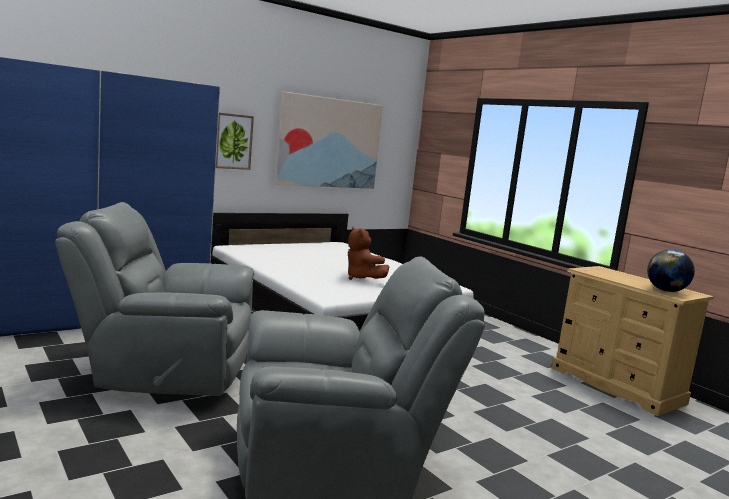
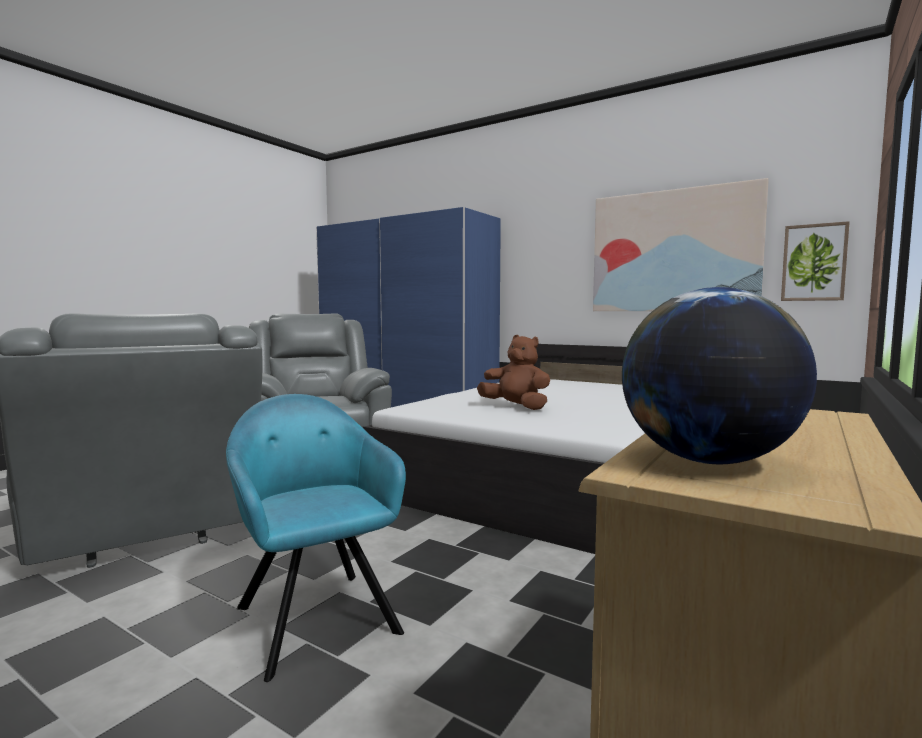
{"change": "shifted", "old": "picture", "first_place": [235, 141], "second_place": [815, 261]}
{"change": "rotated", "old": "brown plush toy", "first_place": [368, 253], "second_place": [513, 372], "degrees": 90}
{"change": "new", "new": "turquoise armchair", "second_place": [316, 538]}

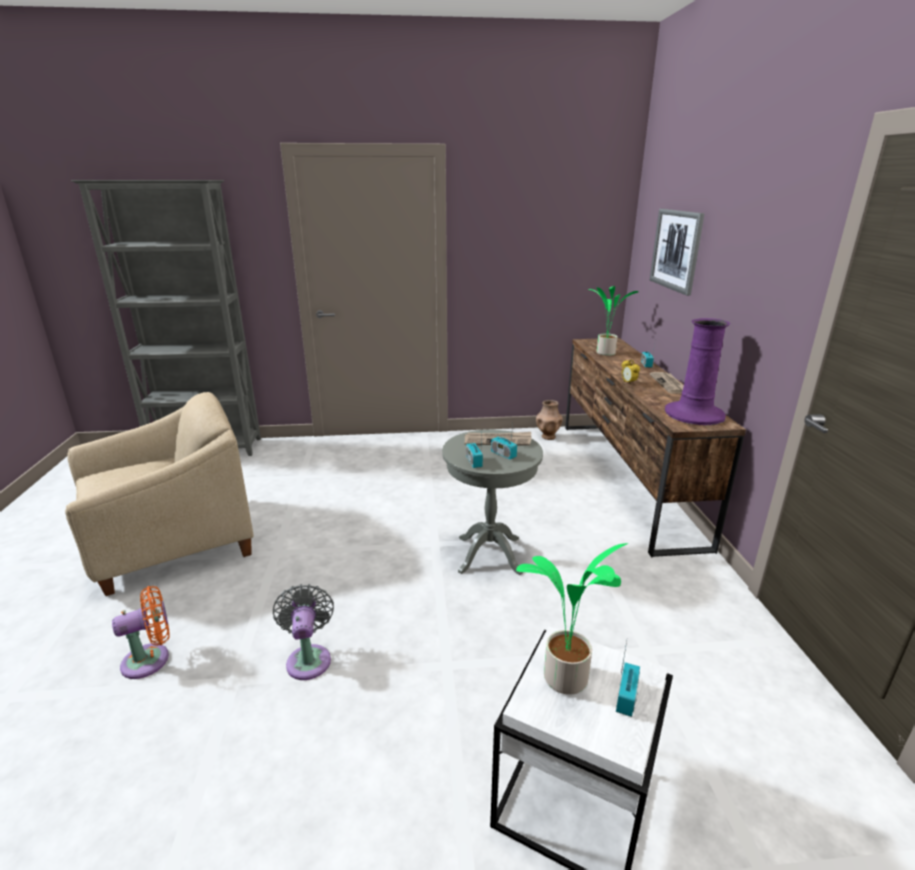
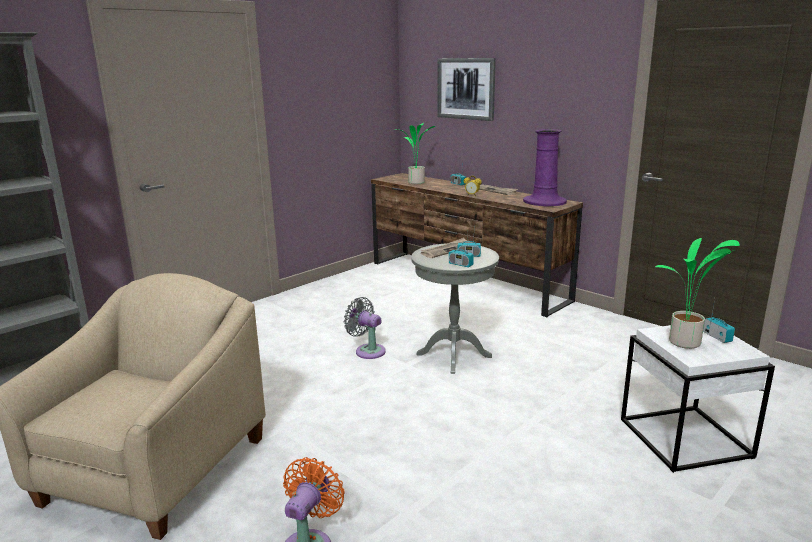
{"change": "shifted", "old": "grey fan", "first_place": [303, 632], "second_place": [365, 328]}
{"change": "gone", "old": "brown vase", "first_place": [549, 420]}

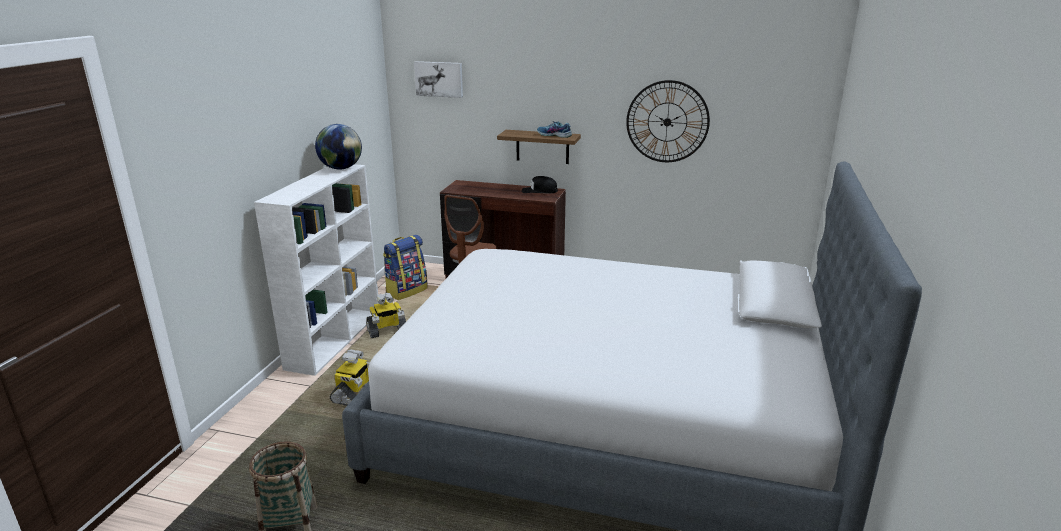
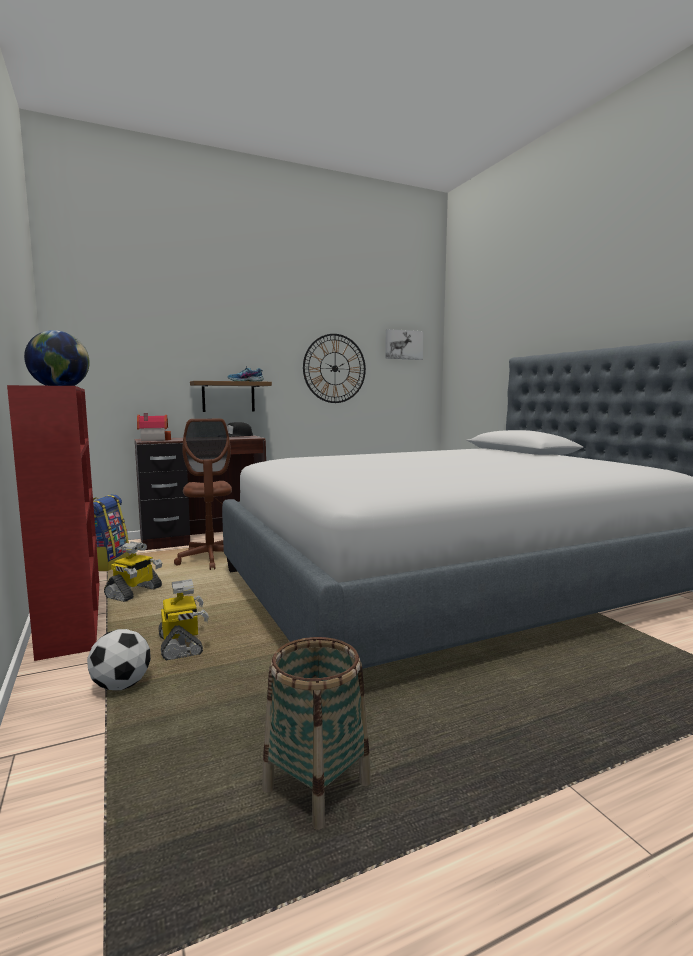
{"change": "repainted", "old": "white bookcase", "new": "red bookcase", "first_place": [316, 270], "second_place": [53, 523]}
{"change": "shifted", "old": "picture", "first_place": [438, 79], "second_place": [404, 344]}
{"change": "new", "new": "football", "second_place": [119, 659]}
{"change": "new", "new": "toy house", "second_place": [154, 427]}

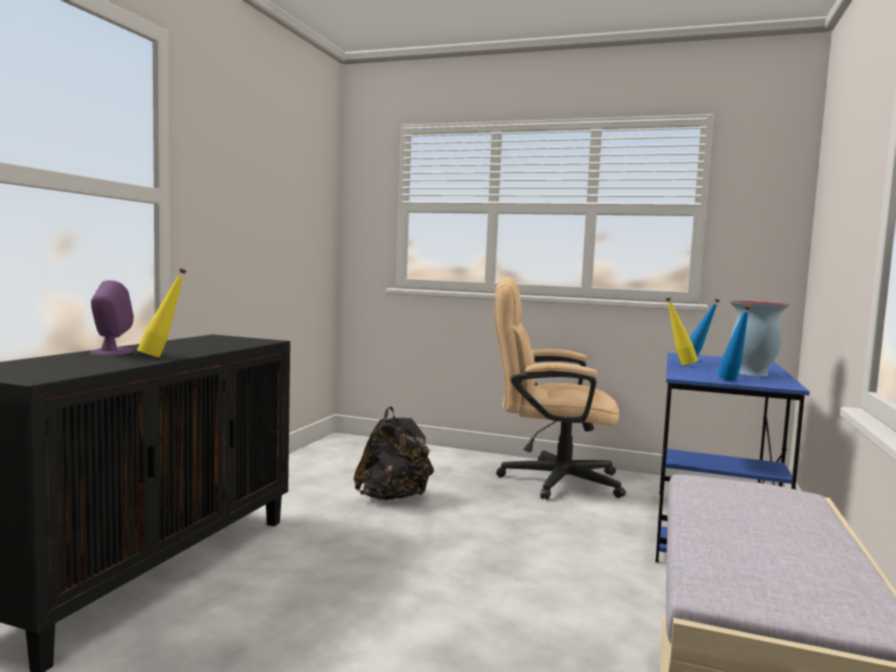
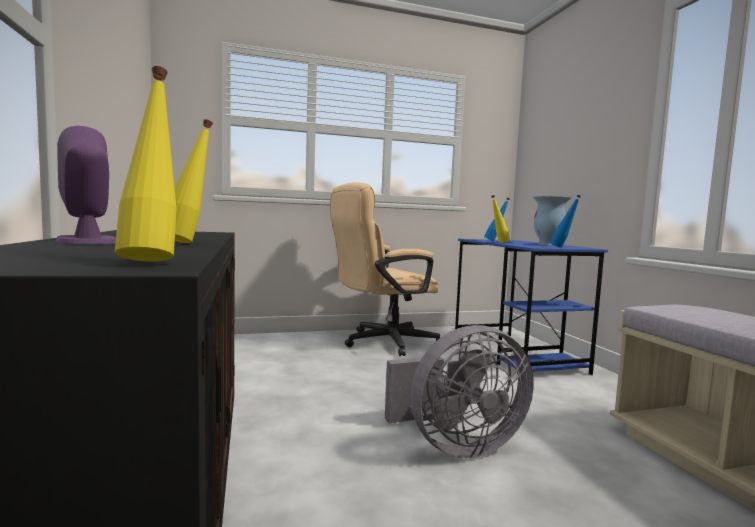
{"change": "gone", "old": "black backpack", "first_place": [394, 453]}
{"change": "new", "new": "yellow bottle", "second_place": [145, 164]}
{"change": "new", "new": "grey fan", "second_place": [459, 391]}

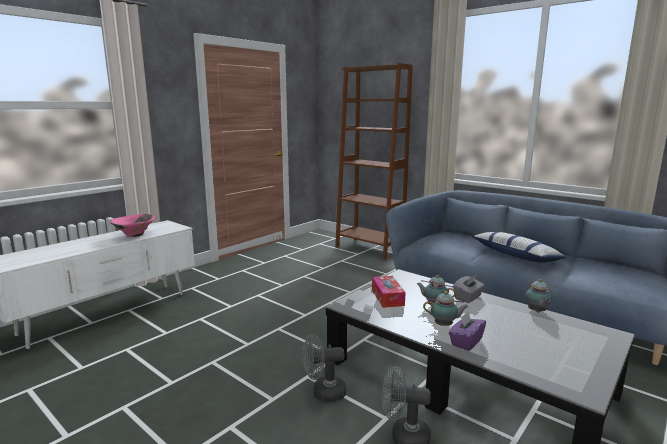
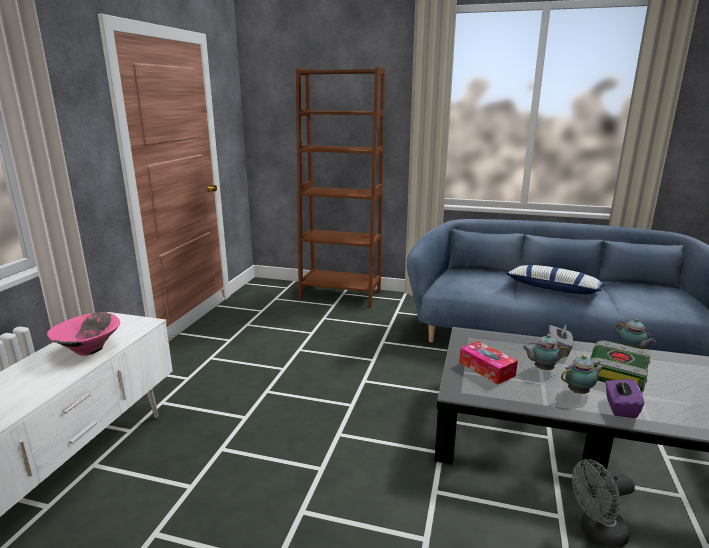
{"change": "gone", "old": "grey fan", "first_place": [324, 368]}
{"change": "new", "new": "book", "second_place": [620, 366]}

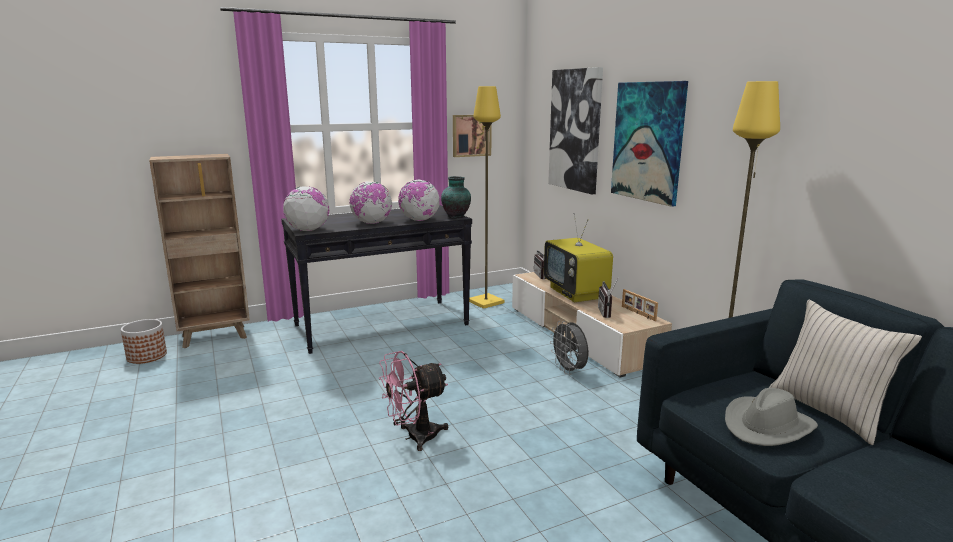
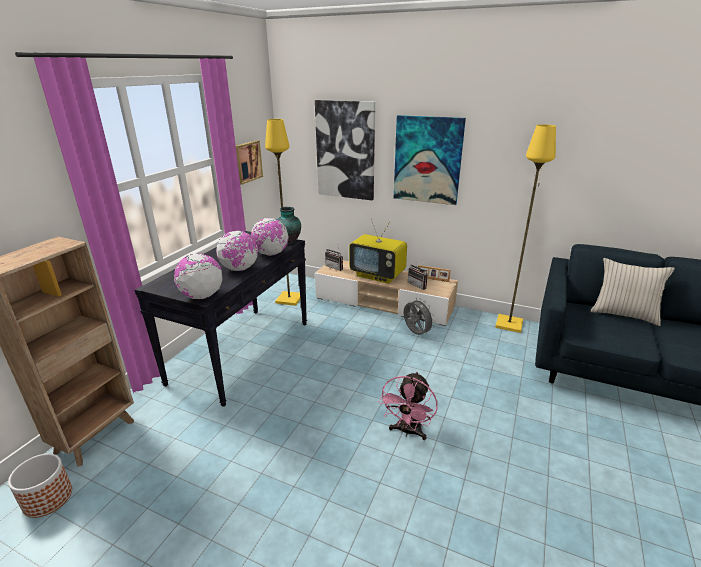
{"change": "rotated", "old": "grey fan", "first_place": [569, 348], "second_place": [419, 316], "degrees": -150}
{"change": "gone", "old": "grey hat", "first_place": [771, 417]}

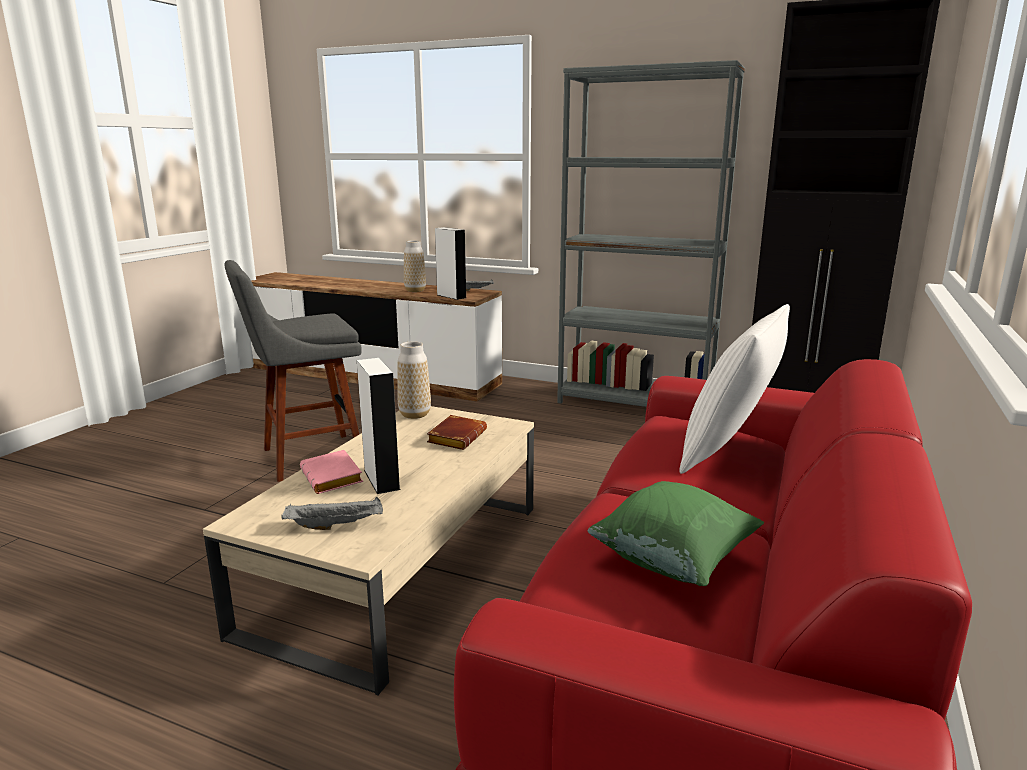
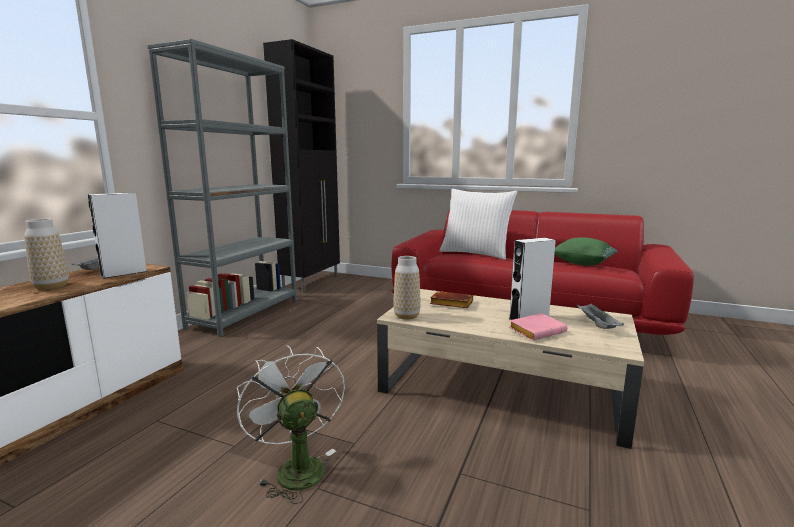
{"change": "swapped", "old": "grey stool", "new": "white fan", "first_place": [293, 371], "second_place": [291, 424]}

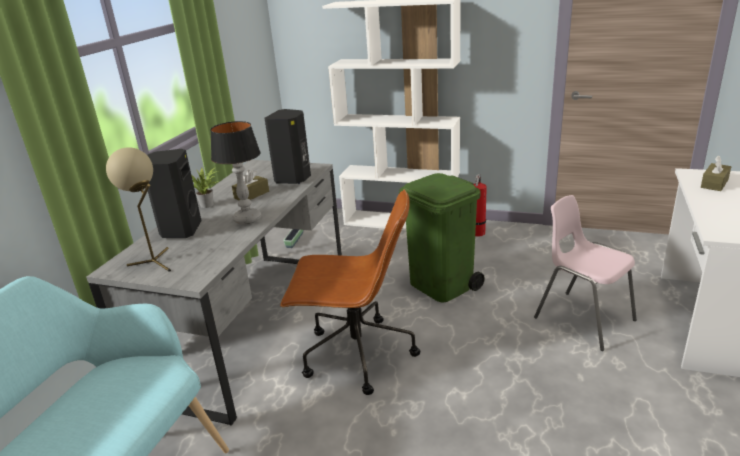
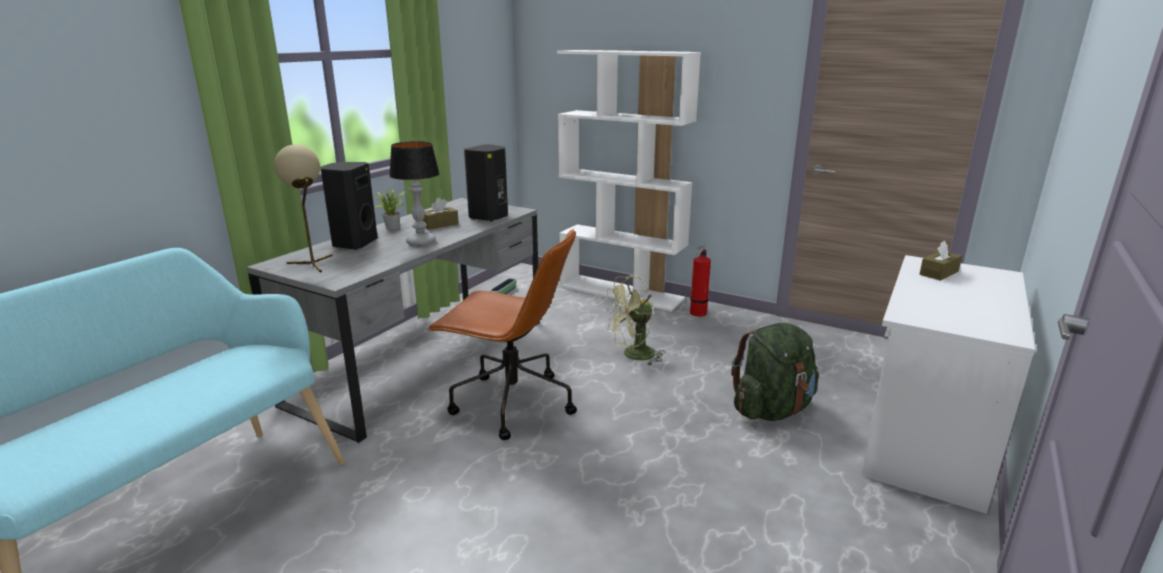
{"change": "swapped", "old": "green trash can", "new": "green fan", "first_place": [442, 238], "second_place": [635, 320]}
{"change": "swapped", "old": "pink chair", "new": "green backpack", "first_place": [585, 273], "second_place": [775, 372]}

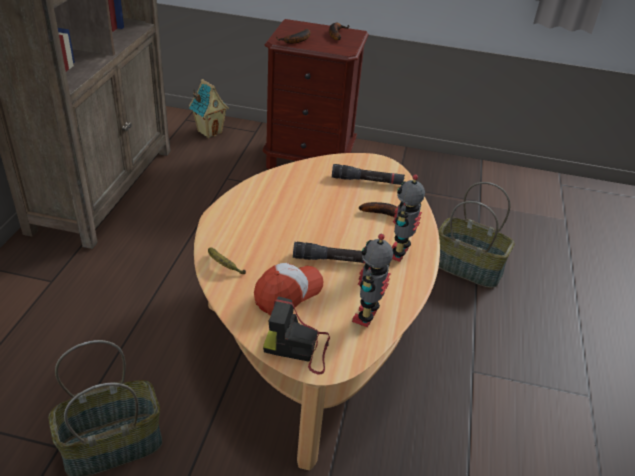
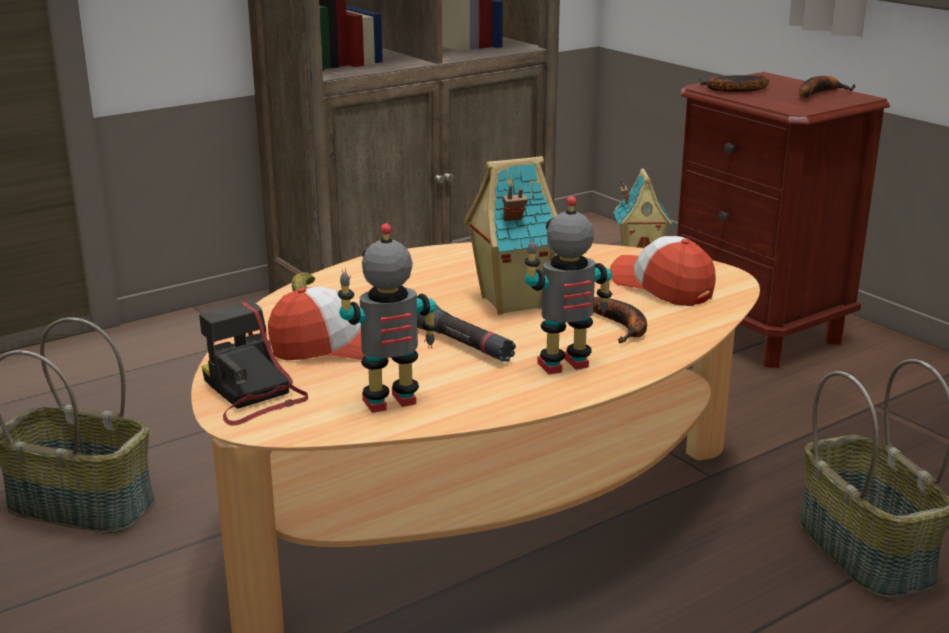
{"change": "swapped", "old": "black flashlight", "new": "cap", "first_place": [368, 174], "second_place": [663, 271]}
{"change": "new", "new": "toy house", "second_place": [510, 235]}

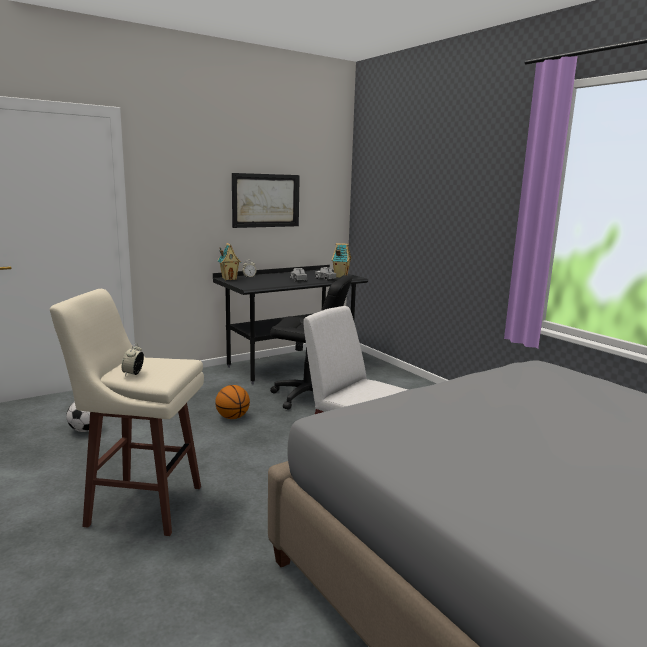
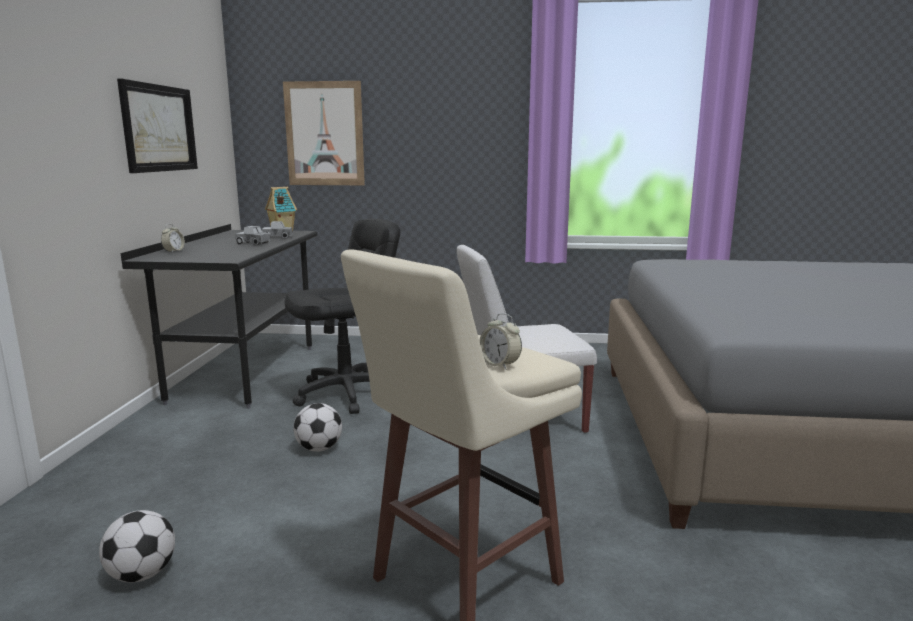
{"change": "swapped", "old": "basketball", "new": "football", "first_place": [232, 402], "second_place": [317, 427]}
{"change": "gone", "old": "toy house", "first_place": [229, 261]}
{"change": "new", "new": "picture", "second_place": [324, 133]}

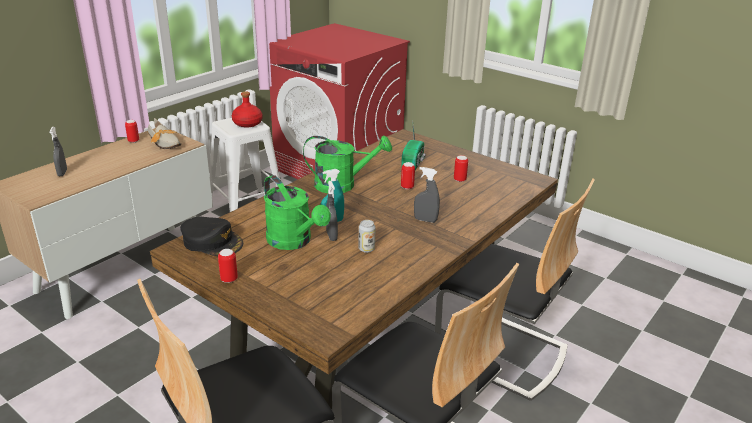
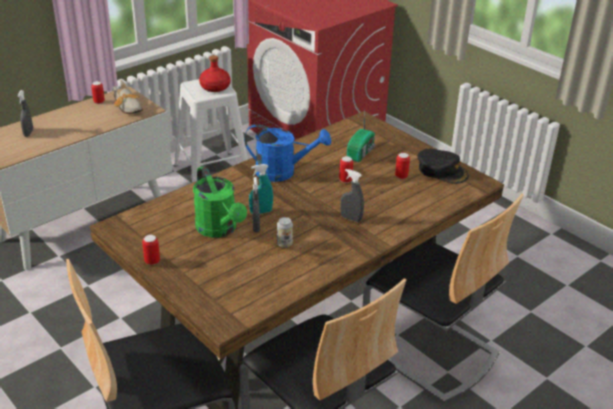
{"change": "shifted", "old": "black cap", "first_place": [211, 236], "second_place": [443, 166]}
{"change": "repainted", "old": "green watering can", "new": "blue watering can", "first_place": [347, 164], "second_place": [287, 153]}

